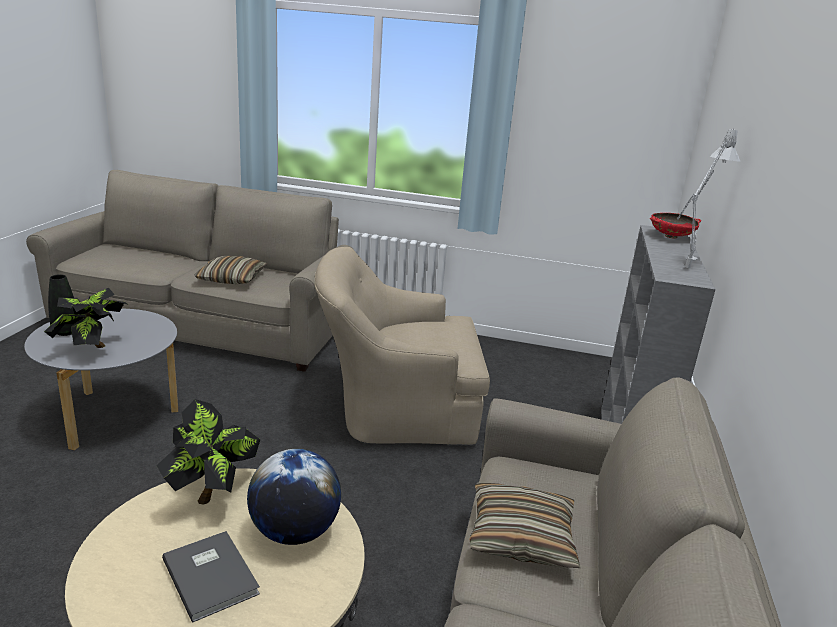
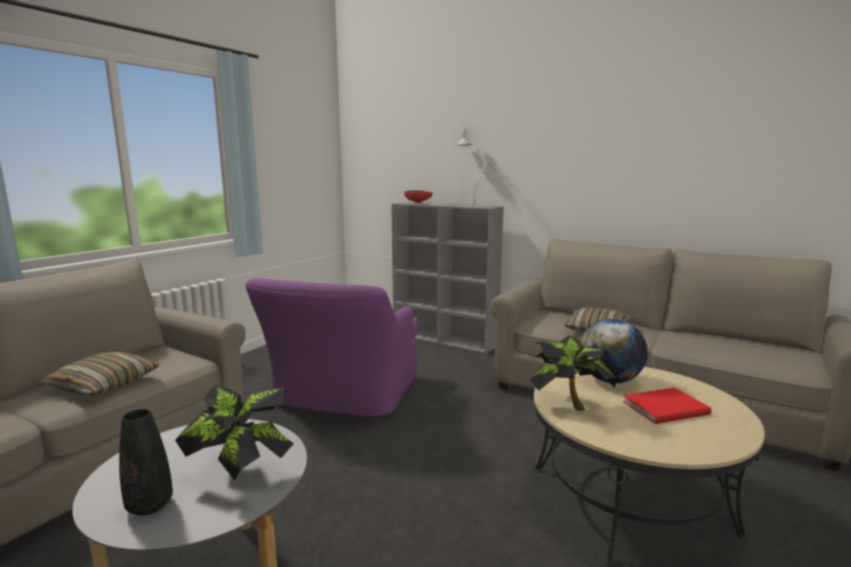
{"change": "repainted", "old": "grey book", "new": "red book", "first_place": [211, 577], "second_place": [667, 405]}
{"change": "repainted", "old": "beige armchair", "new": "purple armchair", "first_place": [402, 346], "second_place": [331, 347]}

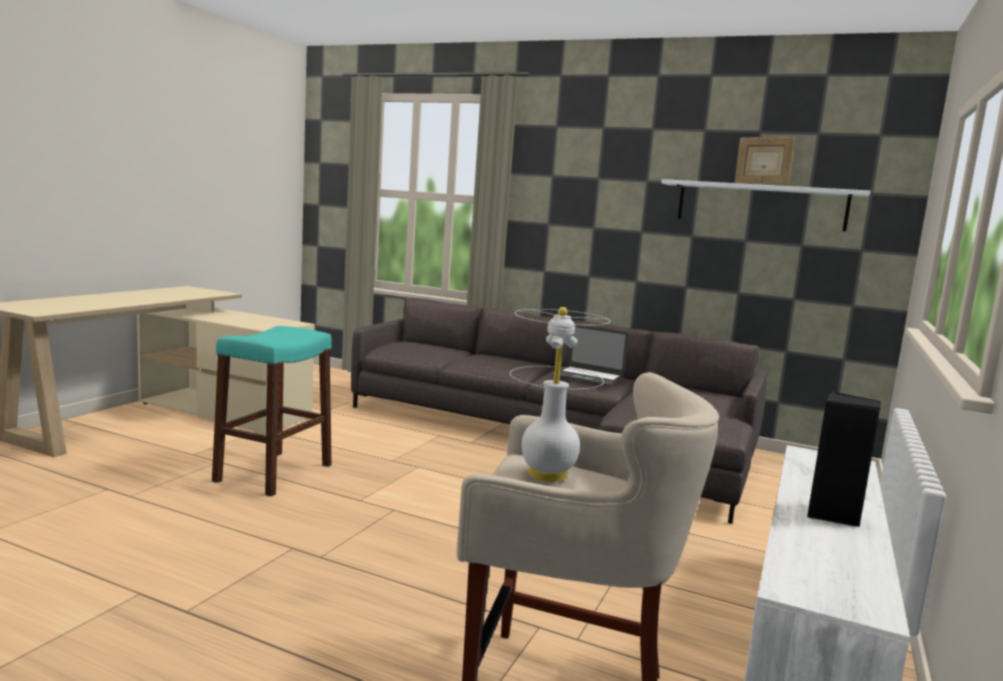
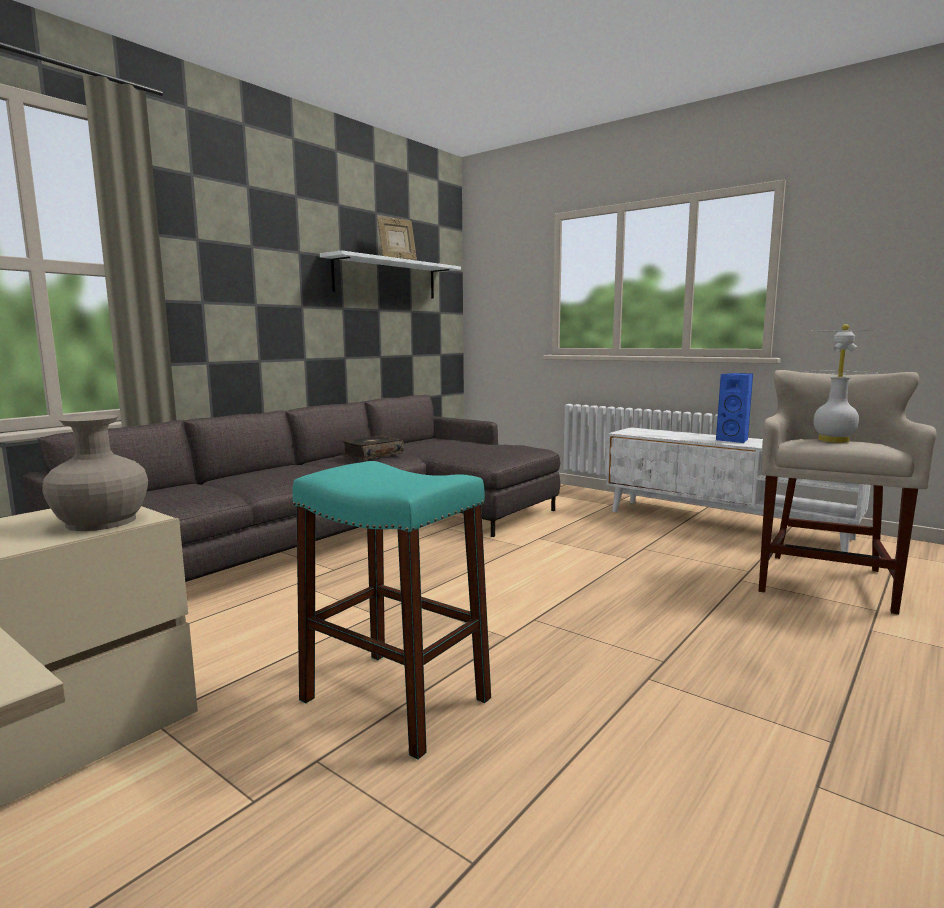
{"change": "swapped", "old": "laptop", "new": "book", "first_place": [590, 354], "second_place": [373, 447]}
{"change": "repainted", "old": "black speaker", "new": "blue speaker", "first_place": [844, 459], "second_place": [734, 408]}
{"change": "new", "new": "beige vase", "second_place": [95, 473]}

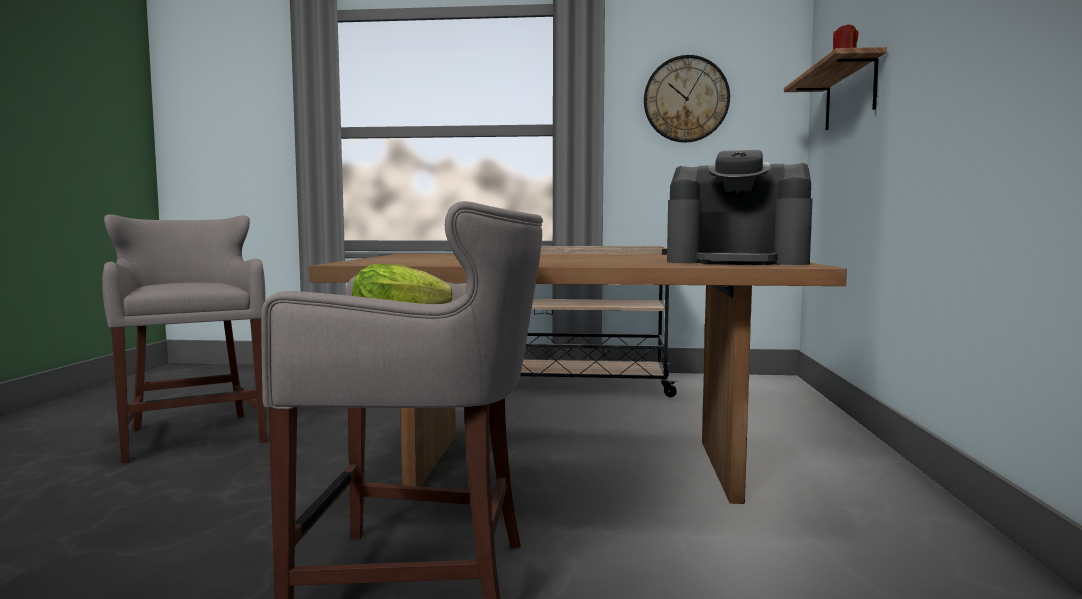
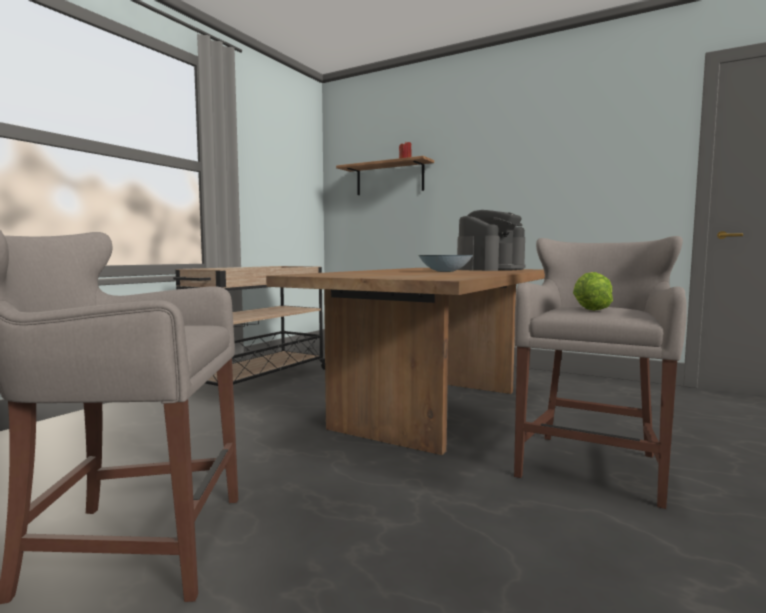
{"change": "gone", "old": "wall clock", "first_place": [687, 99]}
{"change": "new", "new": "bowl", "second_place": [445, 263]}

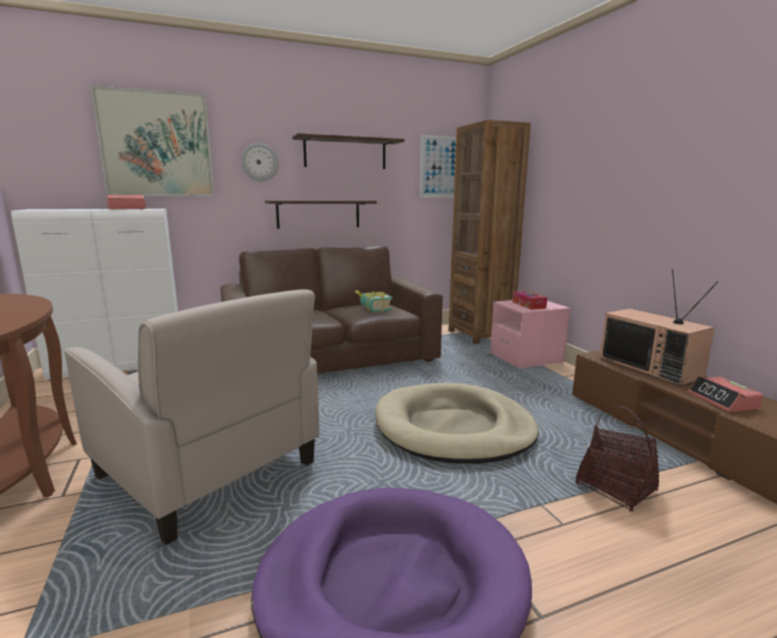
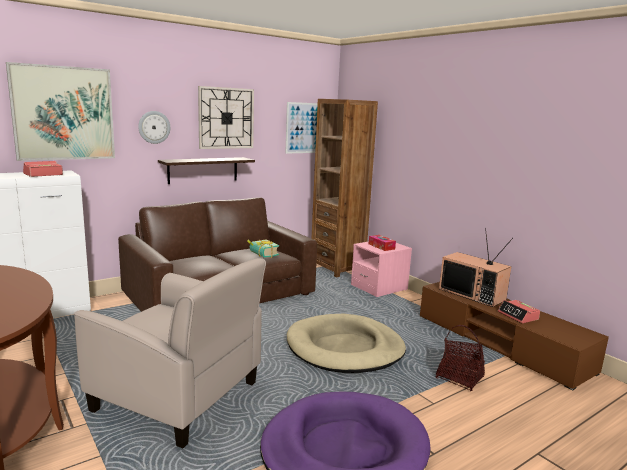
{"change": "swapped", "old": "shelf", "new": "wall clock", "first_place": [348, 151], "second_place": [226, 117]}

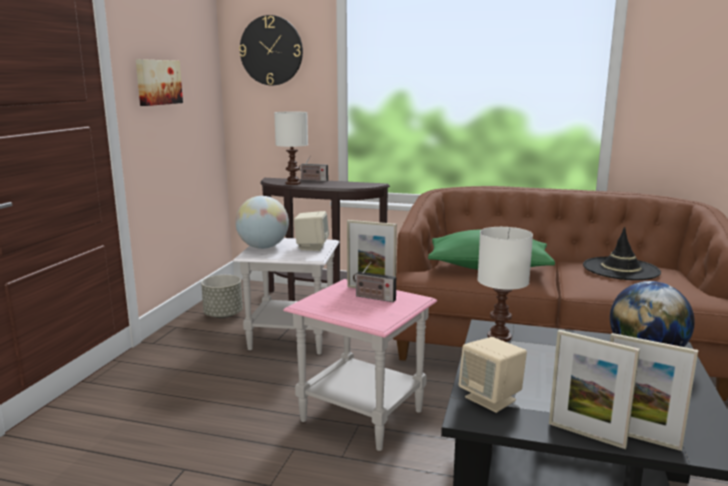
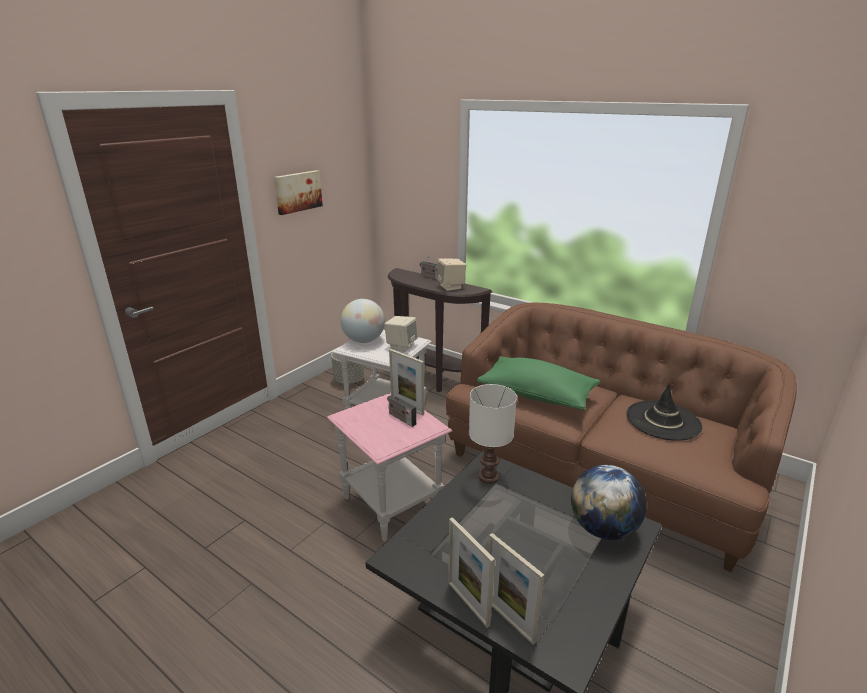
{"change": "gone", "old": "wall clock", "first_place": [271, 50]}
{"change": "gone", "old": "white table lamp", "first_place": [291, 148]}
{"change": "shifted", "old": "beige speaker", "first_place": [493, 375], "second_place": [451, 275]}

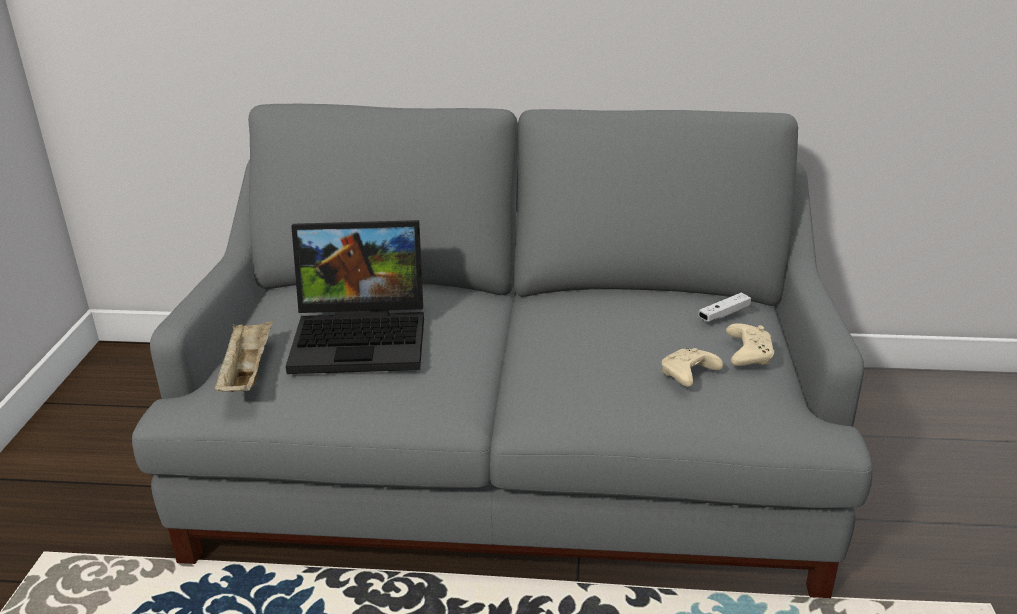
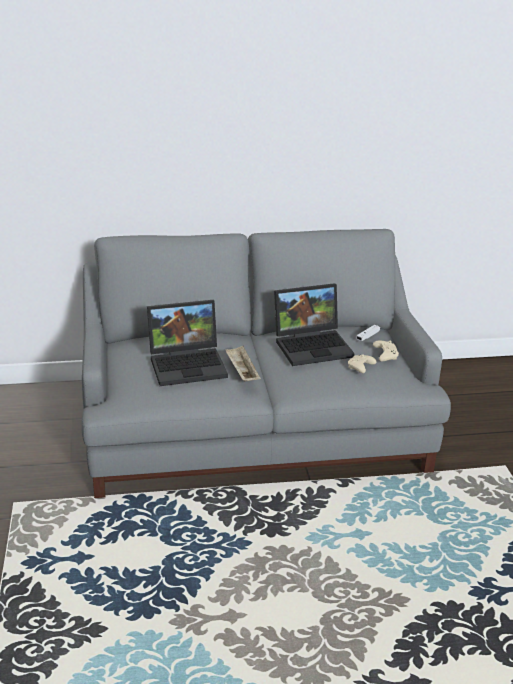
{"change": "shifted", "old": "beige tray", "first_place": [243, 356], "second_place": [243, 364]}
{"change": "new", "new": "laptop", "second_place": [314, 324]}

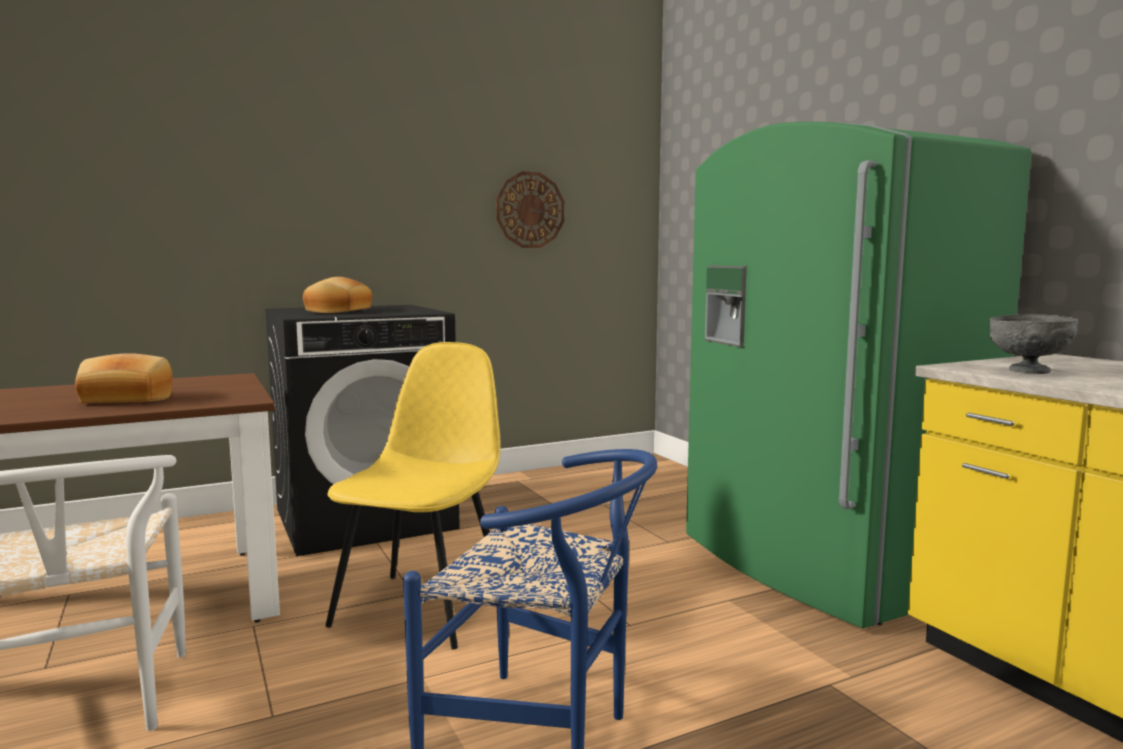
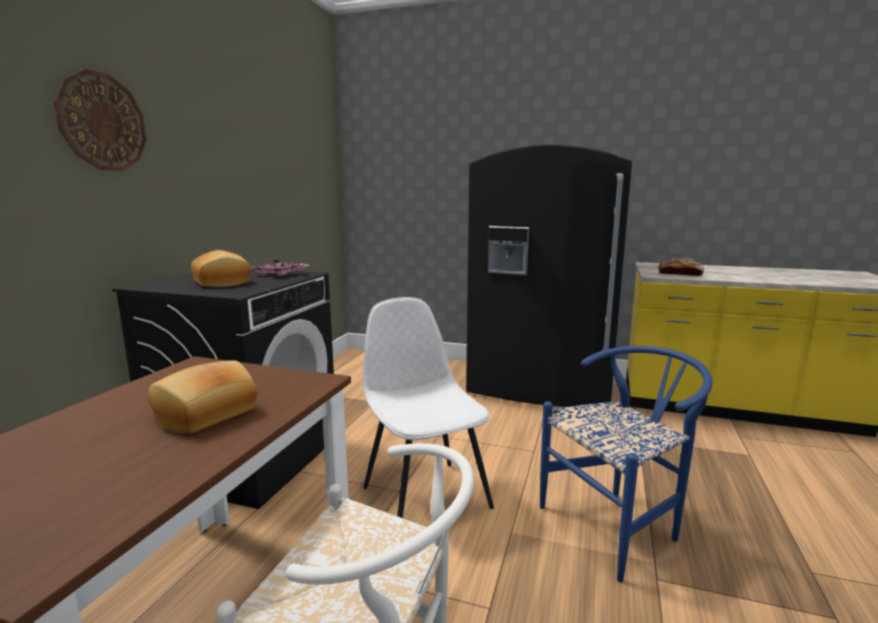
{"change": "repainted", "old": "yellow chair", "new": "white chair", "first_place": [413, 496], "second_place": [428, 407]}
{"change": "shifted", "old": "wall clock", "first_place": [530, 209], "second_place": [100, 120]}
{"change": "repainted", "old": "green fridge", "new": "black fridge", "first_place": [859, 375], "second_place": [549, 275]}
{"change": "swapped", "old": "grey bowl", "new": "bread", "first_place": [1033, 344], "second_place": [681, 267]}
{"change": "new", "new": "pink tray", "second_place": [281, 267]}

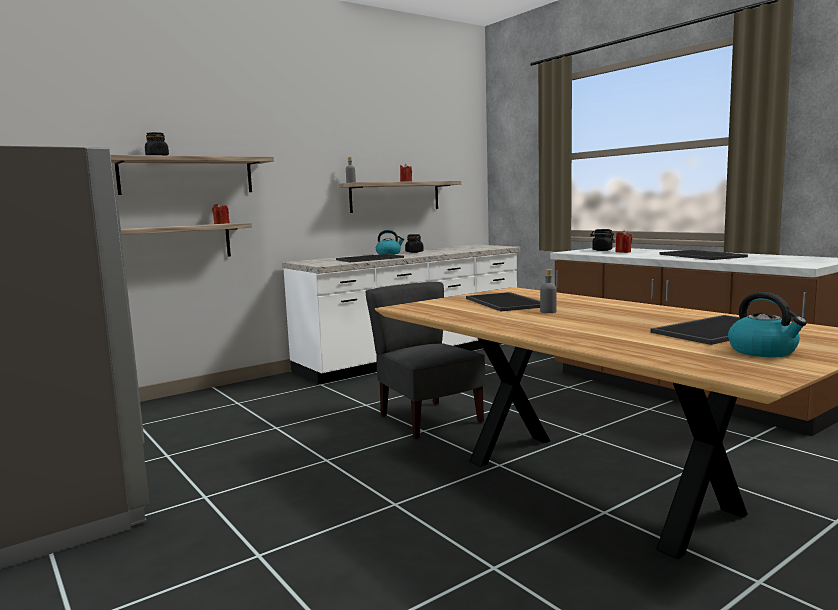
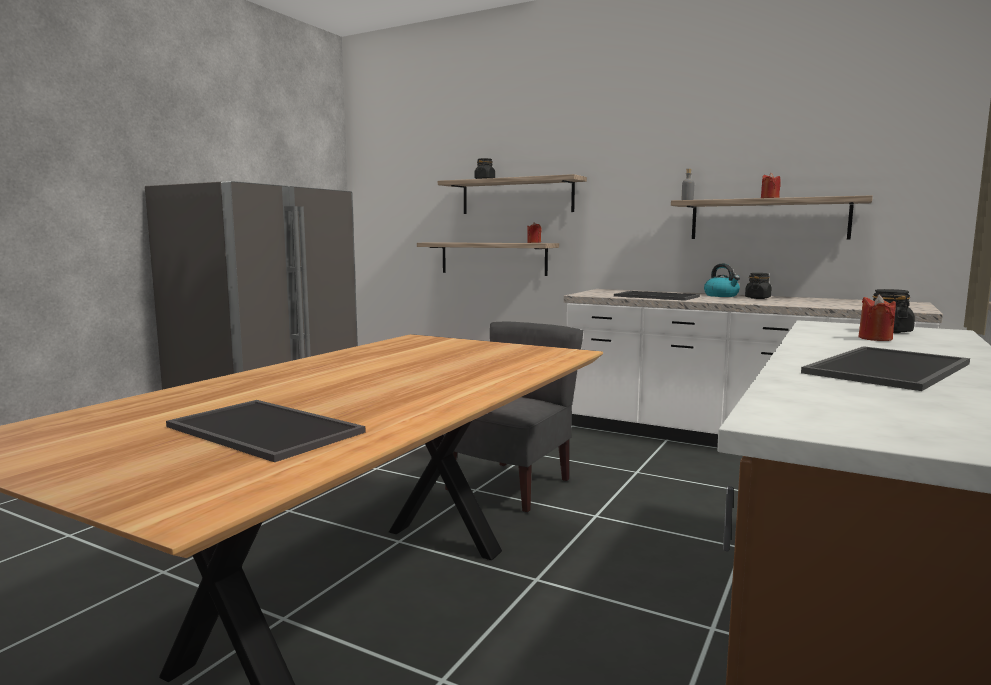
{"change": "gone", "old": "tray", "first_place": [503, 301]}
{"change": "gone", "old": "grey bottle", "first_place": [548, 291]}
{"change": "gone", "old": "kettle", "first_place": [767, 324]}

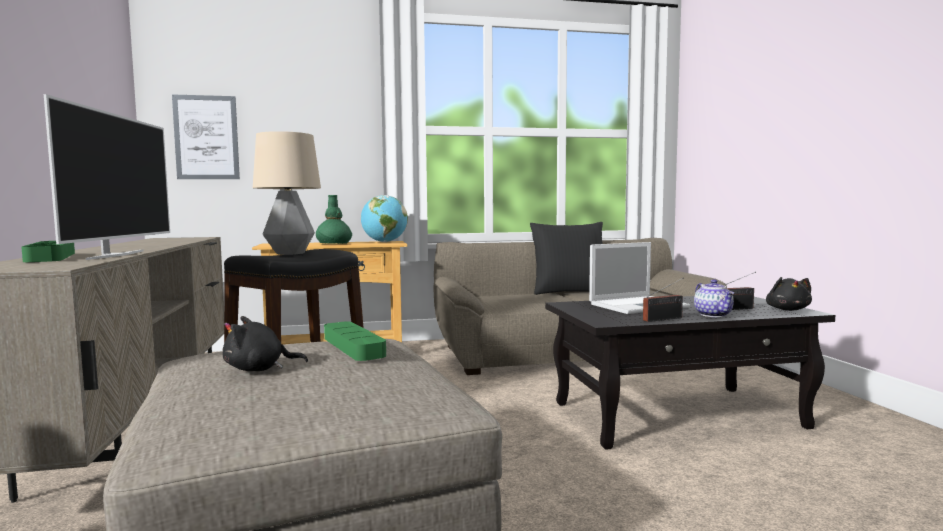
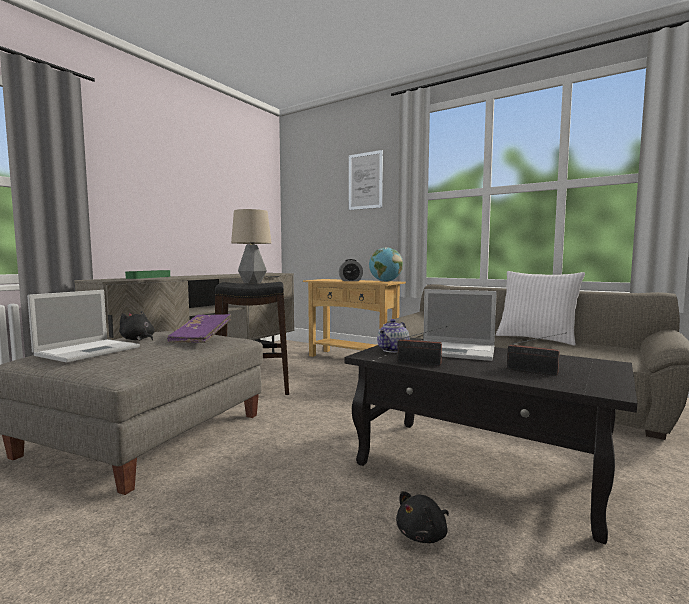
{"change": "gone", "old": "television", "first_place": [107, 177]}
{"change": "shifted", "old": "picture", "first_place": [206, 136], "second_place": [366, 180]}
{"change": "swapped", "old": "green vase", "new": "alarm clock", "first_place": [334, 219], "second_place": [351, 270]}
{"change": "swapped", "old": "green tray", "new": "purple book", "first_place": [355, 341], "second_place": [199, 328]}
{"change": "repainted", "old": "black pillow", "new": "white pillow", "first_place": [566, 258], "second_place": [540, 308]}
{"change": "shifted", "old": "teapot", "first_place": [714, 298], "second_place": [393, 336]}
{"change": "shifted", "old": "black plush toy", "first_place": [789, 294], "second_place": [422, 517]}
{"change": "new", "new": "laptop", "second_place": [83, 326]}

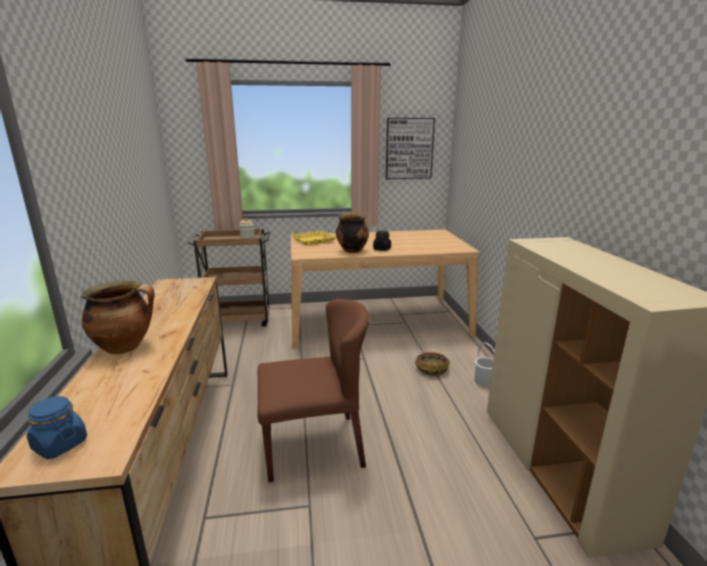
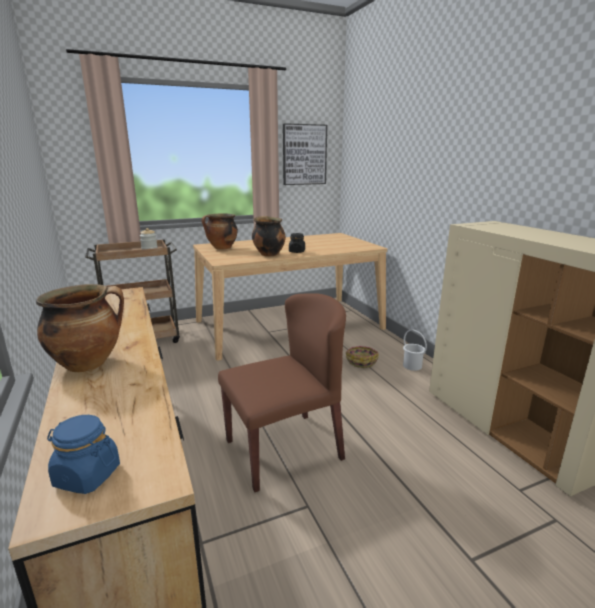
{"change": "swapped", "old": "yellow tray", "new": "cooking pot", "first_place": [313, 237], "second_place": [220, 231]}

